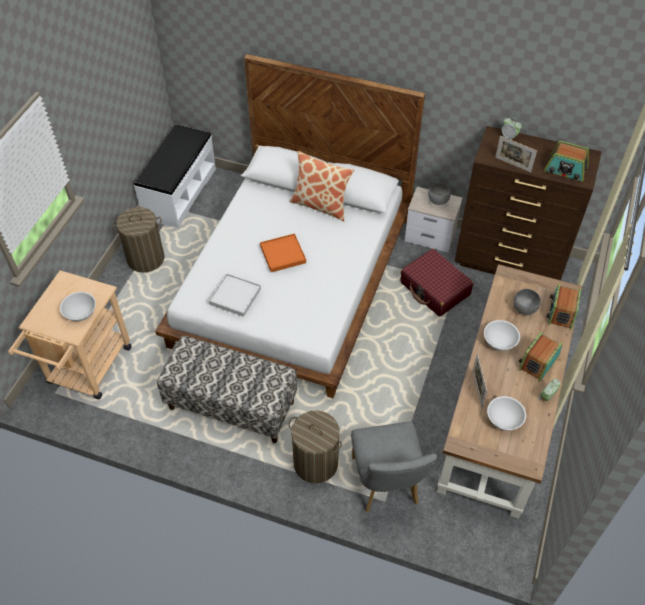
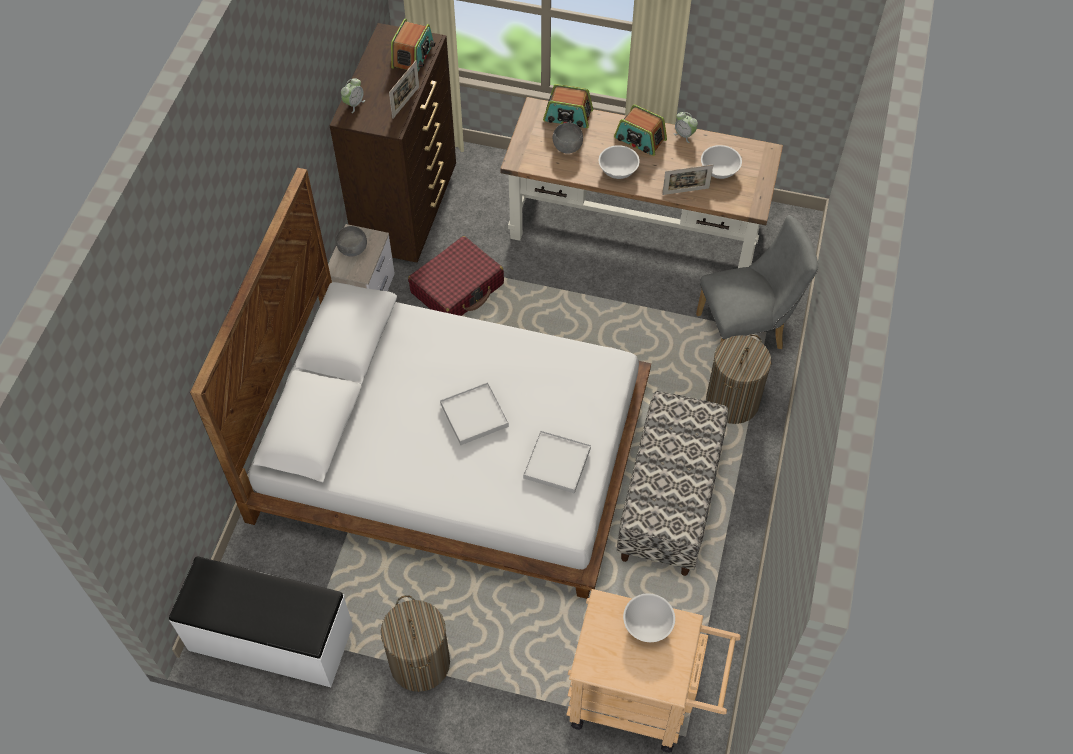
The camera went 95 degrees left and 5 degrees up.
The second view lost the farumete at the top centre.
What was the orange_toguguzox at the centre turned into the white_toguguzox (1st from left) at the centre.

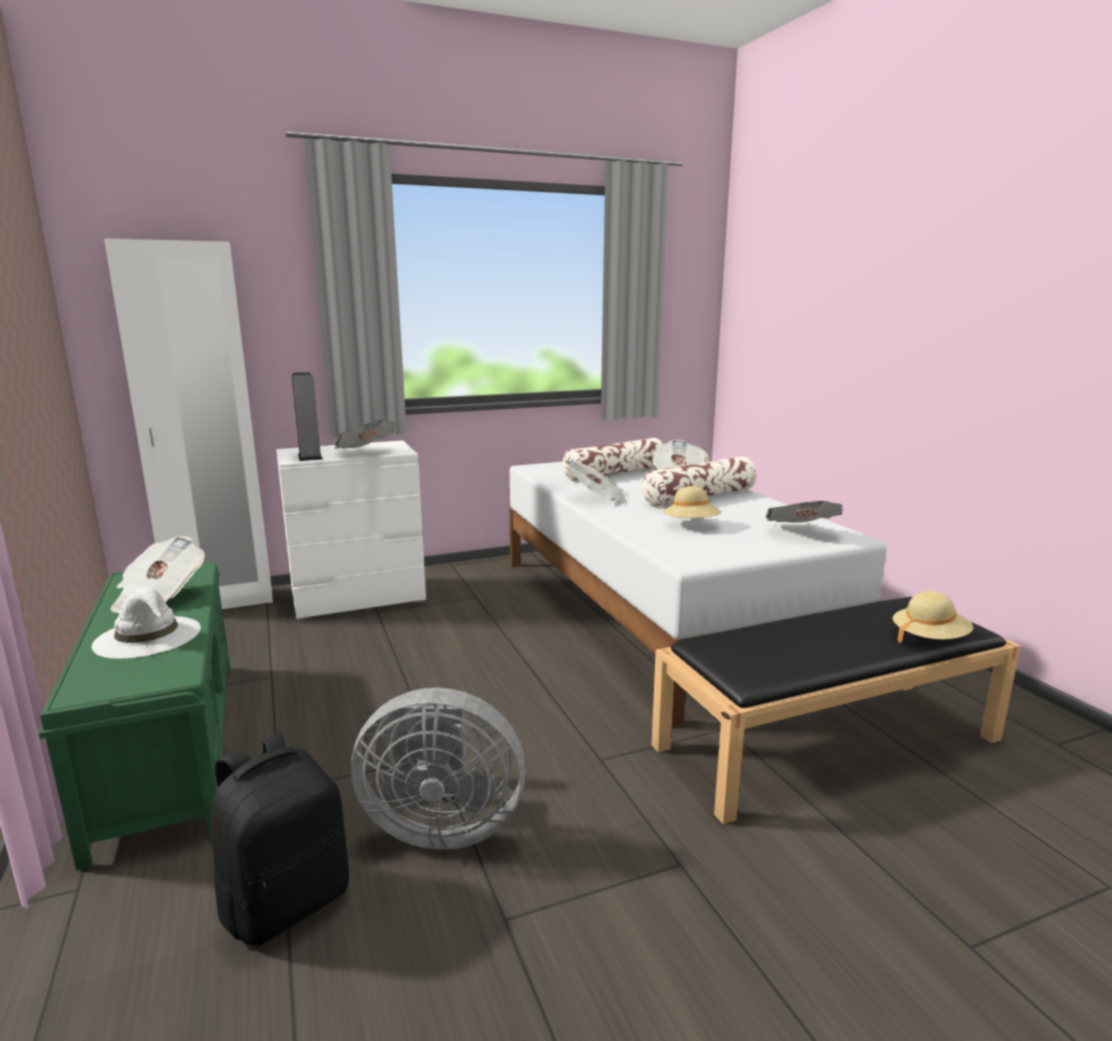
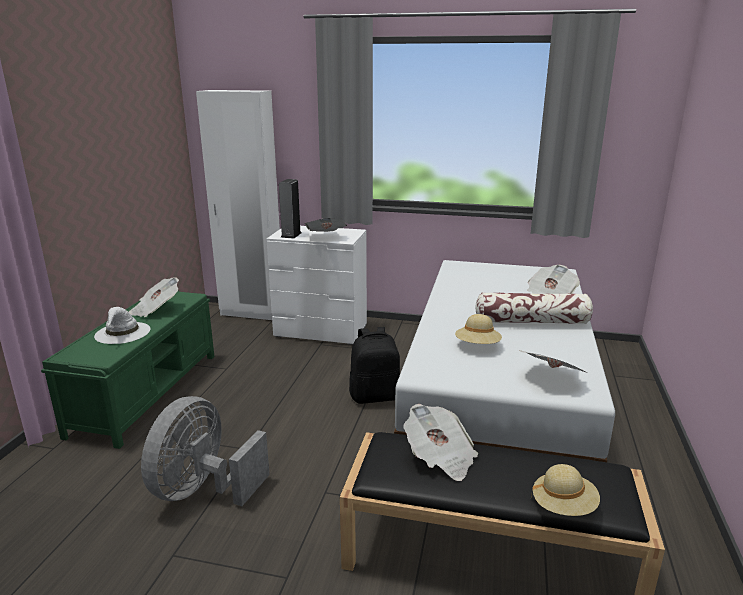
The camera went 35 degrees right and 5 degrees up.
The second view lost the farumete (1st from left) at the centre.
The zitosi (3rd from left) ended up elsewhere, having gone from the centre to the bottom centre.
The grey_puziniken at the bottom centre ended up facing another way, 75 degrees clockwise from before.
The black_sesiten ended up elsewhere, having gone from the bottom left to the centre.

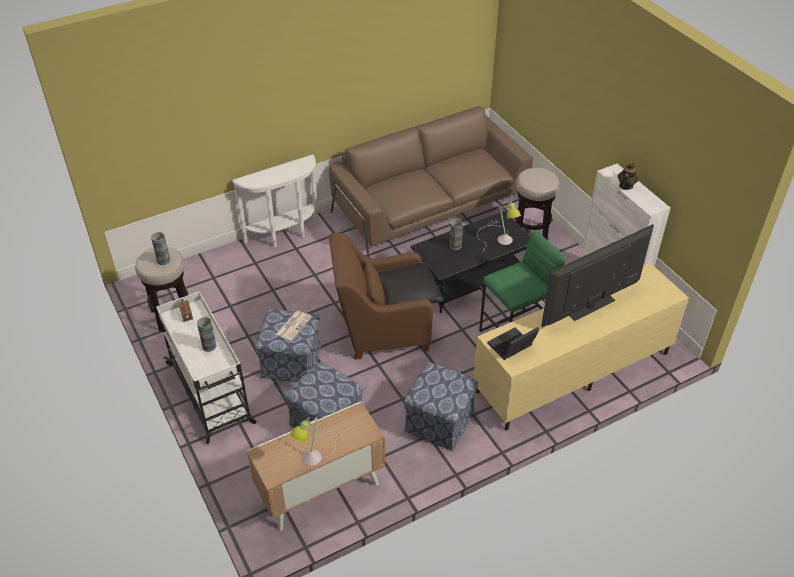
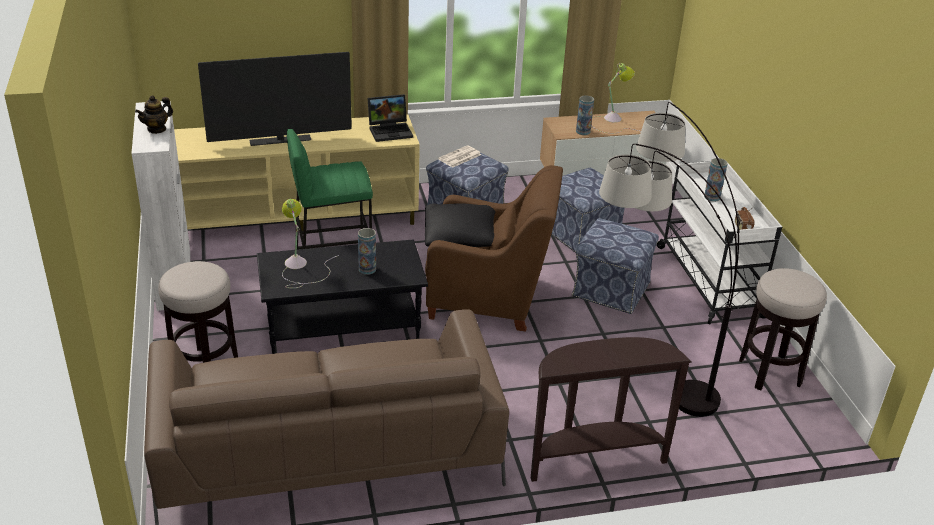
The camera went 165 degrees left and 10 degrees down.
What was the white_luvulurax at the centre turned into the brown_luvulurax at the bottom centre.
The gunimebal (1st from left in the first image) ended up elsewhere, having gone from the middle left to the top centre.
The zitosi ended up elsewhere, having gone from the centre to the top centre.
The second view gained the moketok at the middle right.

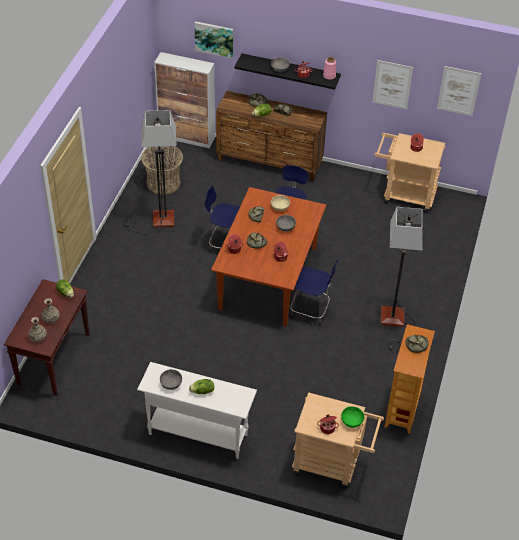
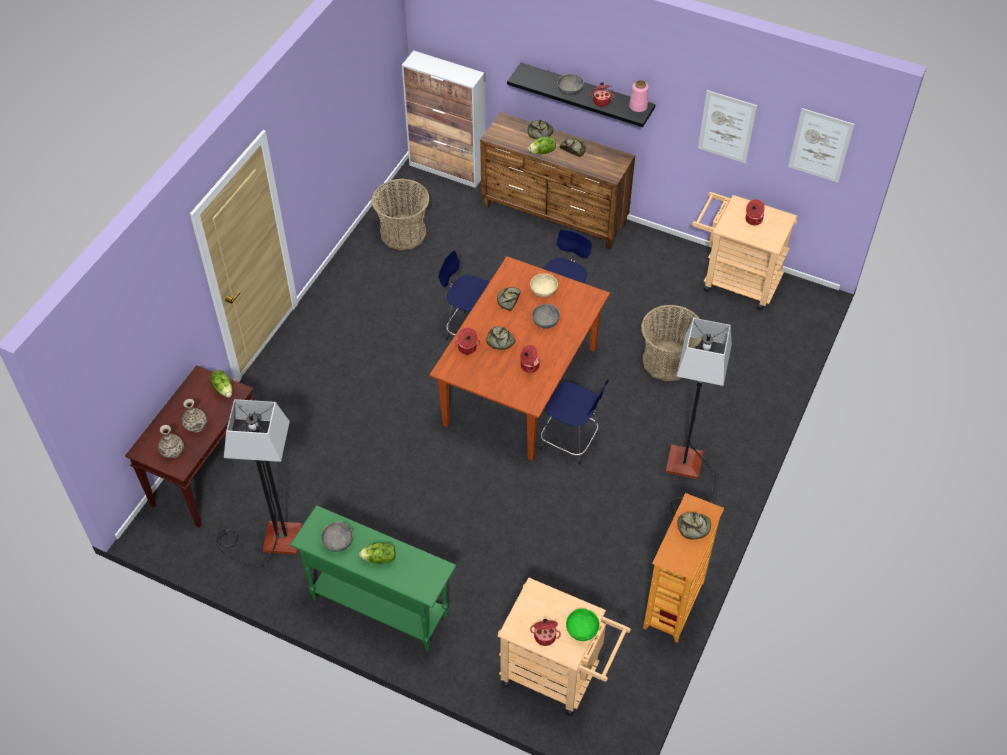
The camera went 10 degrees right and 5 degrees up.
The second view lost the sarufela (1st from left) at the top centre.
The moketok (1st from left) ended up elsewhere, having gone from the top left to the middle left.
What was the white_luvulurax at the bottom centre turned into the green_luvulurax at the bottom centre.
The second view gained the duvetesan (2nd from left) at the centre.

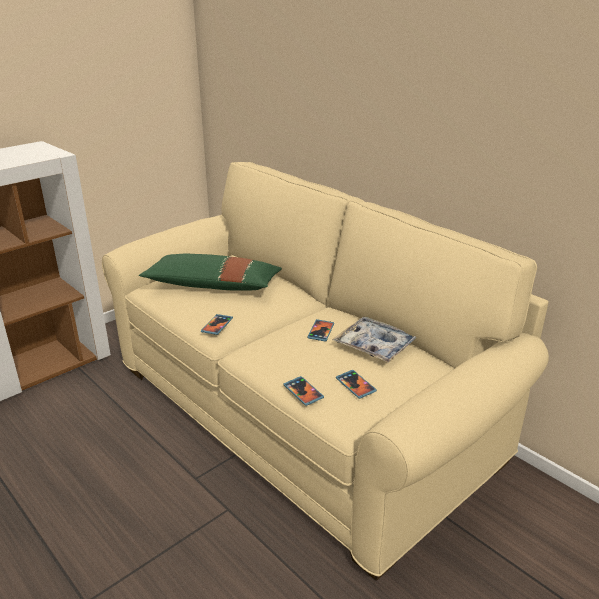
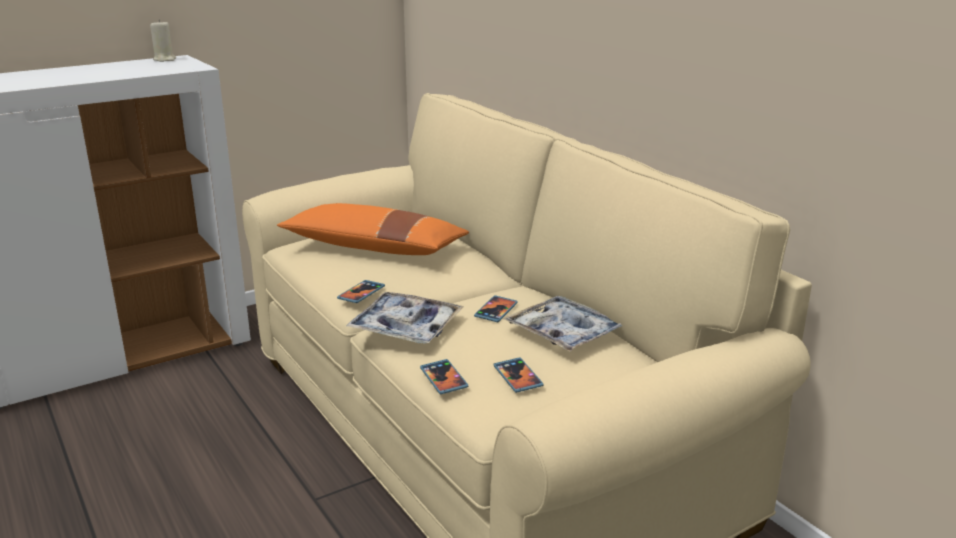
The camera went 10 degrees right and 5 degrees down.
What was the green_farumete at the centre turned into the orange_farumete at the centre.
The second view gained the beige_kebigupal at the top left.
The second view gained the toguguzox (1st from left) at the centre.

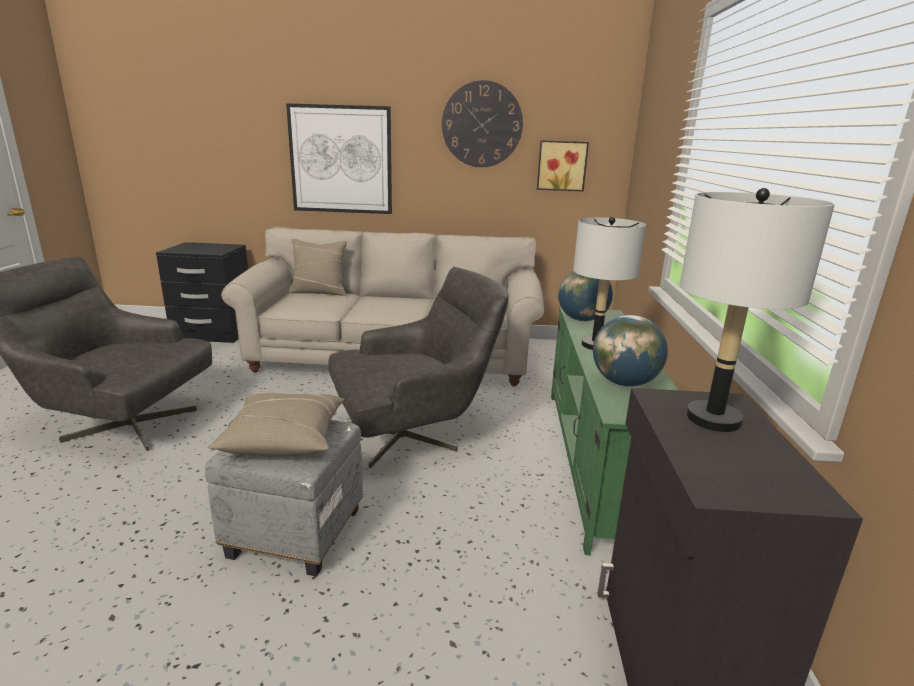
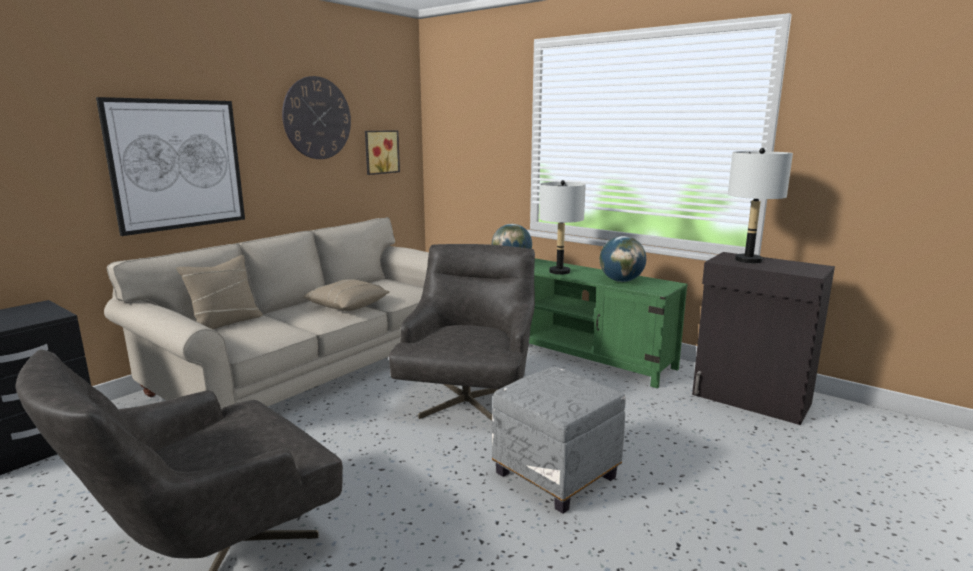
The camera went 55 degrees left and 5 degrees down.
The beige_farumete (1st from left in the first image) ended up elsewhere, having gone from the middle left to the centre.

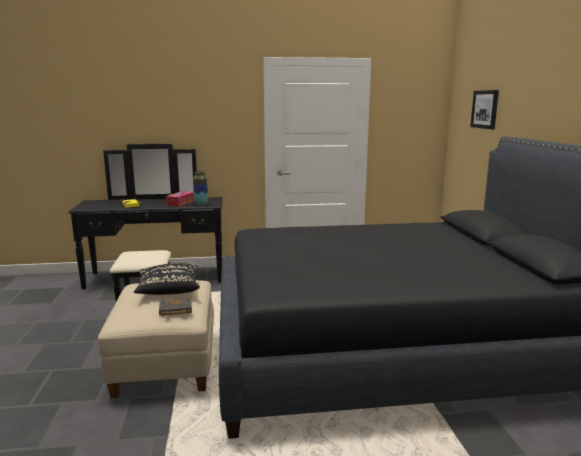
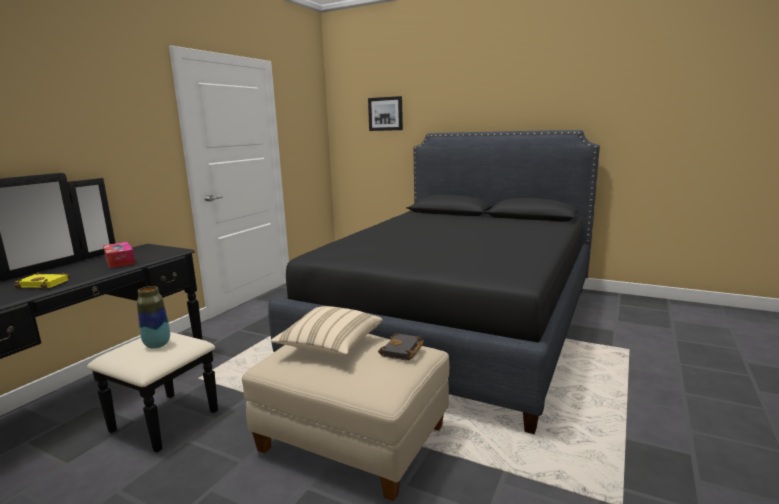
The camera went 55 degrees left and 0 degrees up.
The gunimebal ended up elsewhere, having gone from the centre to the middle left.
What was the black_farumete at the middle left turned into the beige_farumete at the centre.

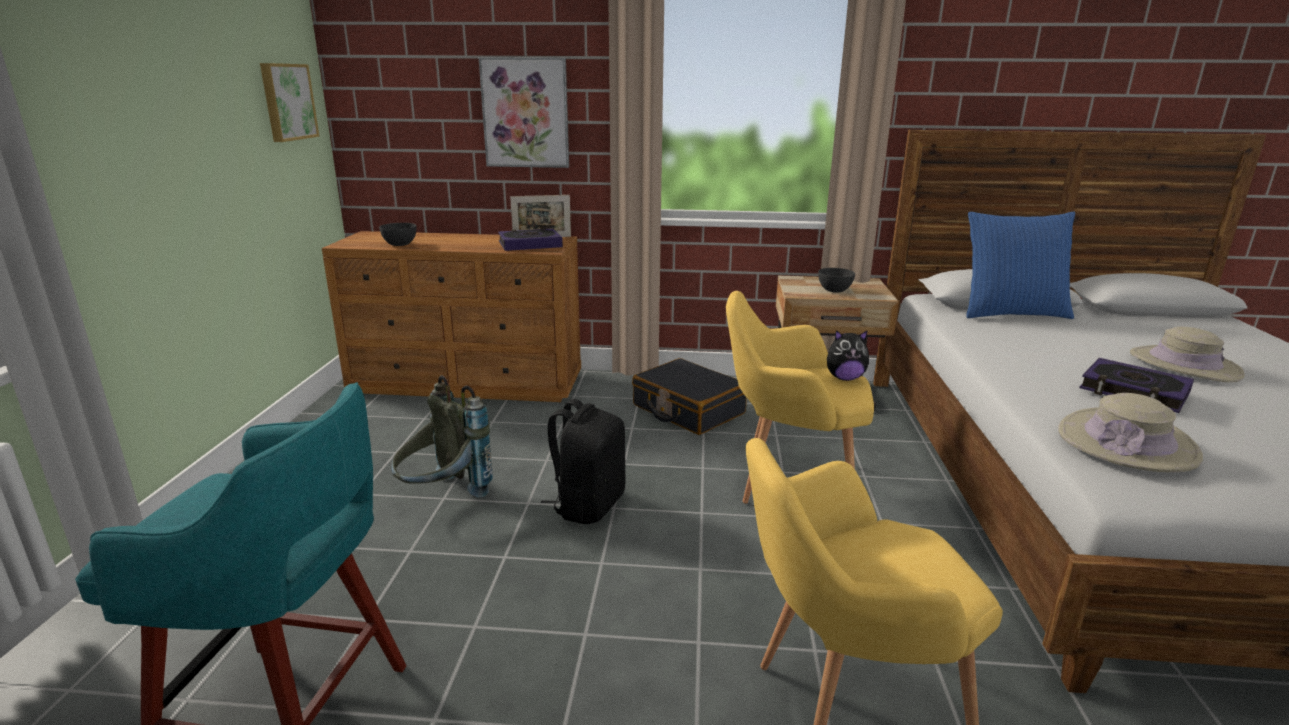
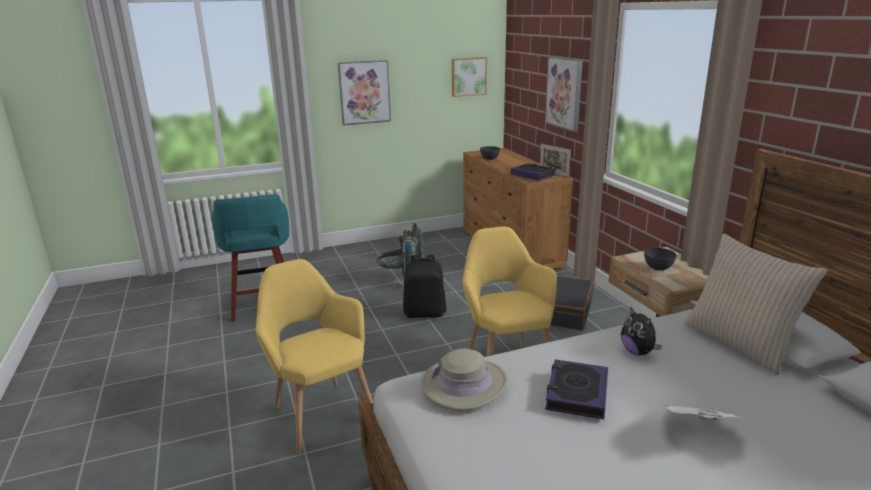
The camera went 65 degrees right and 0 degrees up.
What was the blue_farumete at the middle right turned into the beige_farumete at the middle right.
Where the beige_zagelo (2nd from left) stood at the middle right, the zitosi came to stand at the bottom right.
The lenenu ended up elsewhere, having gone from the centre to the bottom right.
The second view gained the sarufela (1st from left) at the top centre.

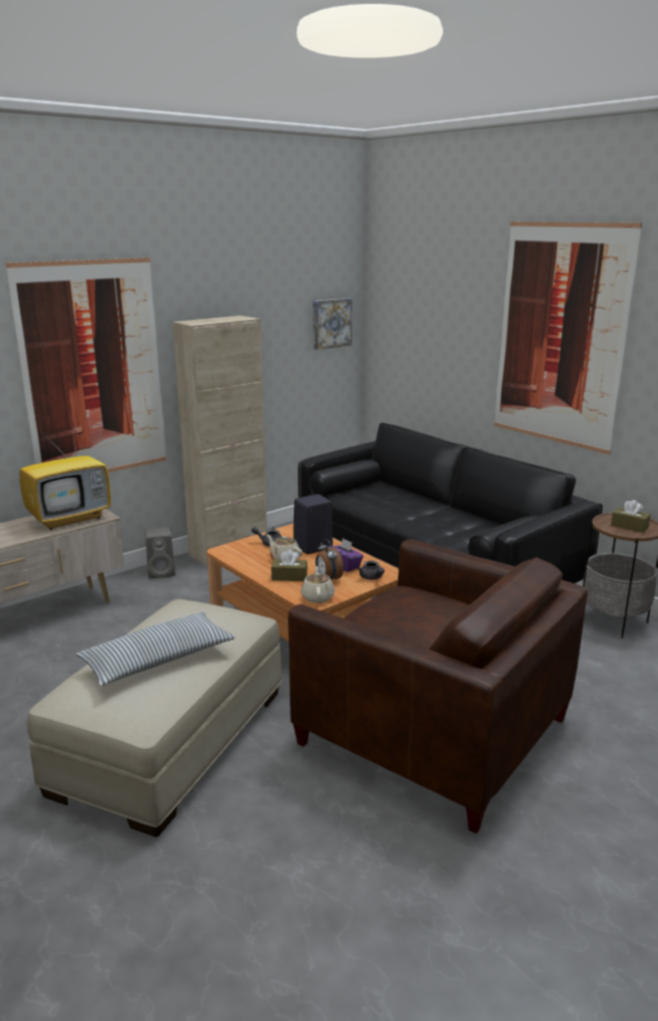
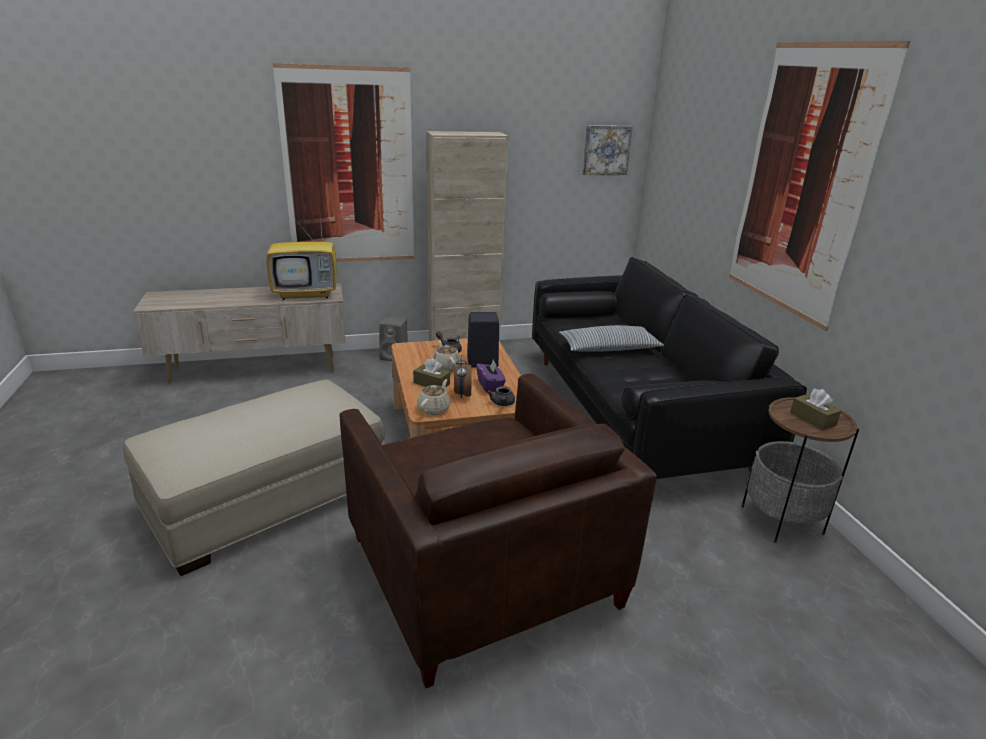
The camera went 25 degrees right and 5 degrees up.
The farumete ended up elsewhere, having gone from the middle left to the centre.

